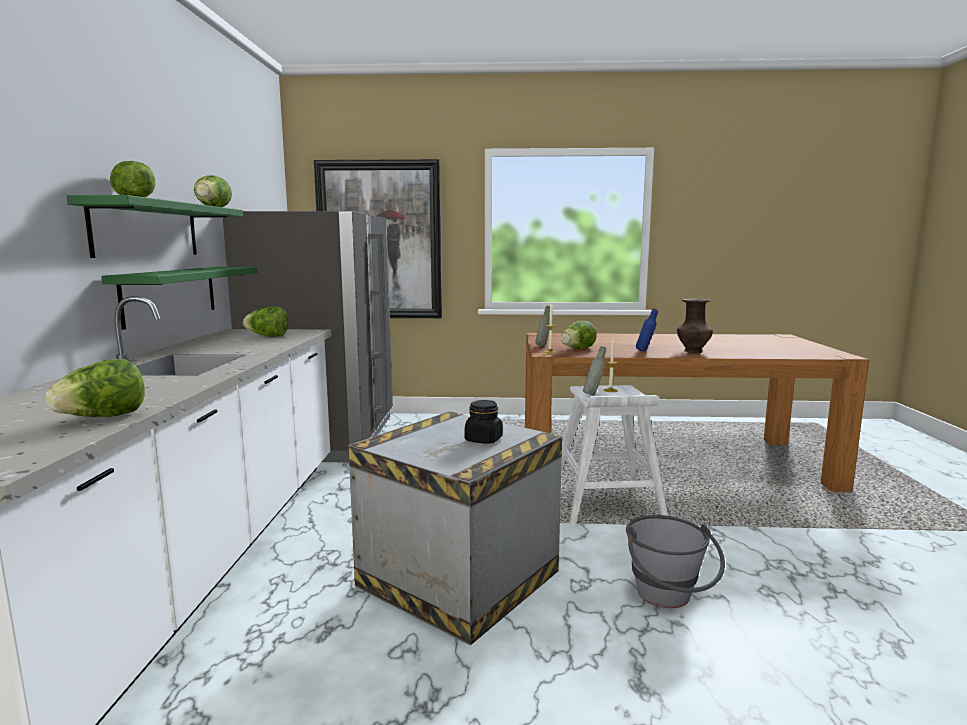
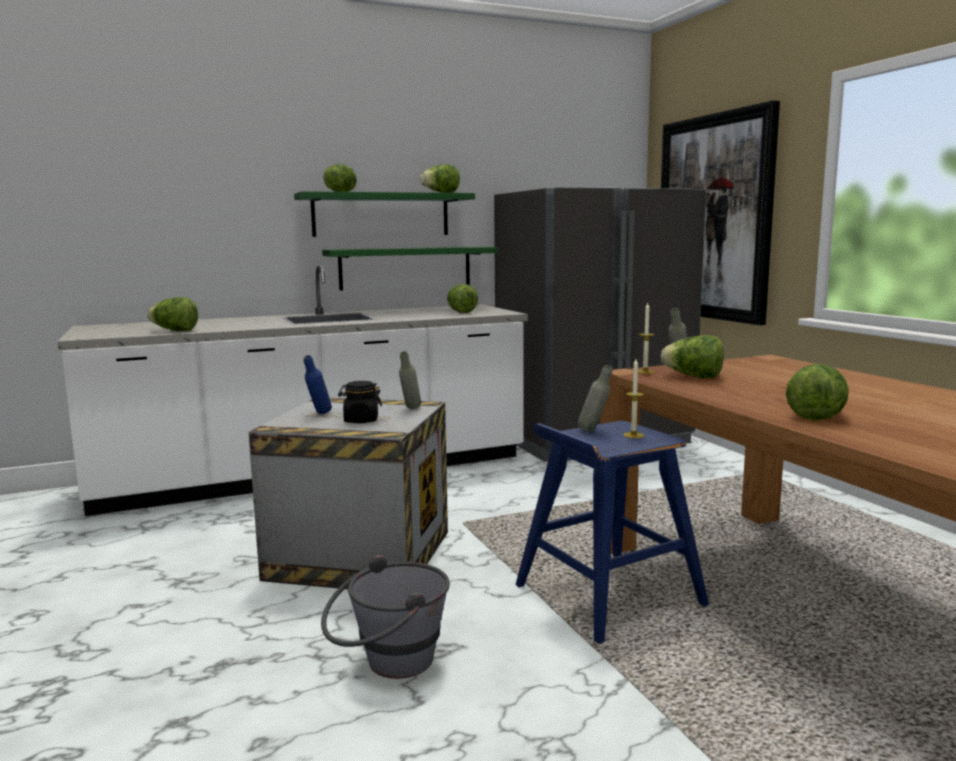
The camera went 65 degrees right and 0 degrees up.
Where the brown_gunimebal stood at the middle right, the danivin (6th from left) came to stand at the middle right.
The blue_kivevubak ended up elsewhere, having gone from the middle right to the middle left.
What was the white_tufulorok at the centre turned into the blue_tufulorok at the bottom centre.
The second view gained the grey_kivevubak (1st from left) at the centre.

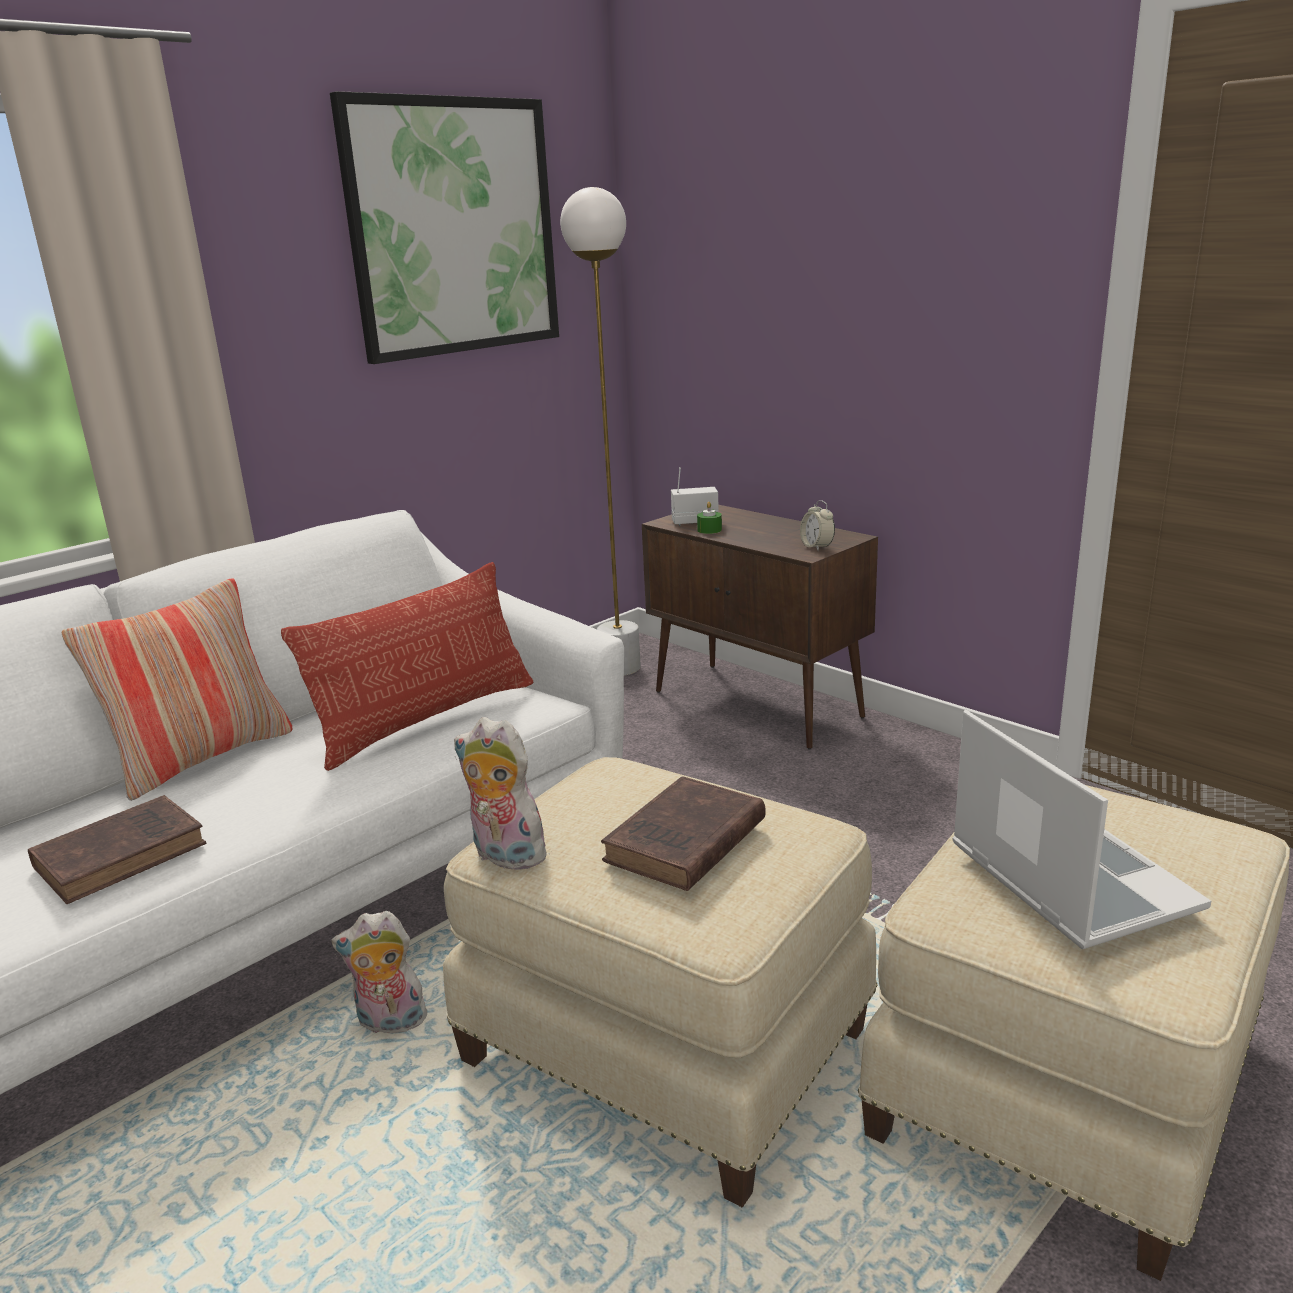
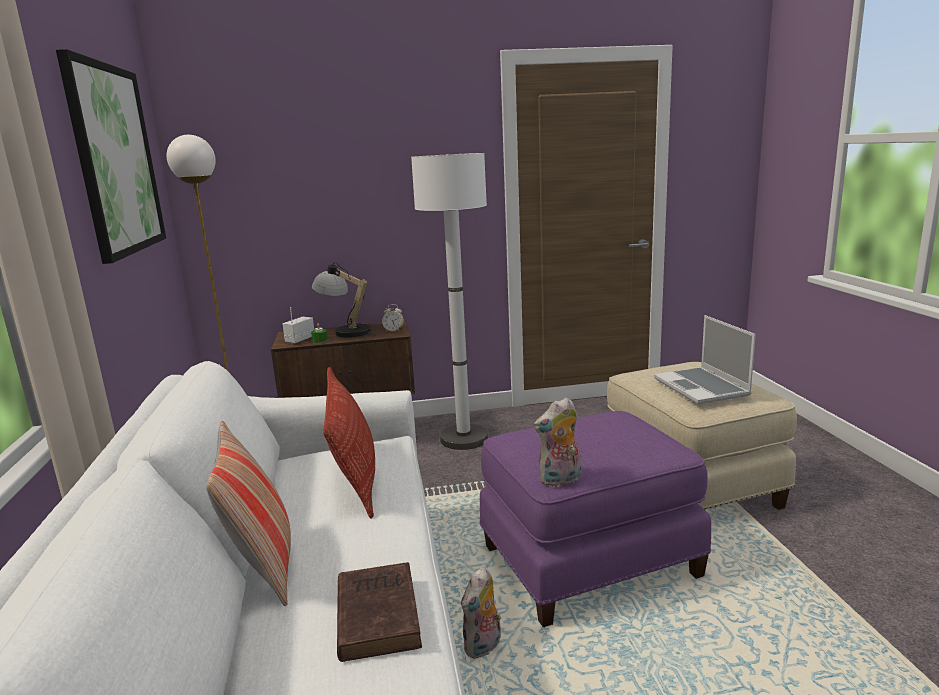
The camera went 55 degrees left and 5 degrees down.
The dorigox at the middle right ended up facing another way, 120 degrees counterclockwise from before.
What was the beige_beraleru (1st from left) at the bottom centre turned into the purple_beraleru at the bottom centre.
The second view lost the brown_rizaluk (2nd from left) at the centre.
The second view gained the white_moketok (2nd from left) at the centre.
The second view gained the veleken at the centre.

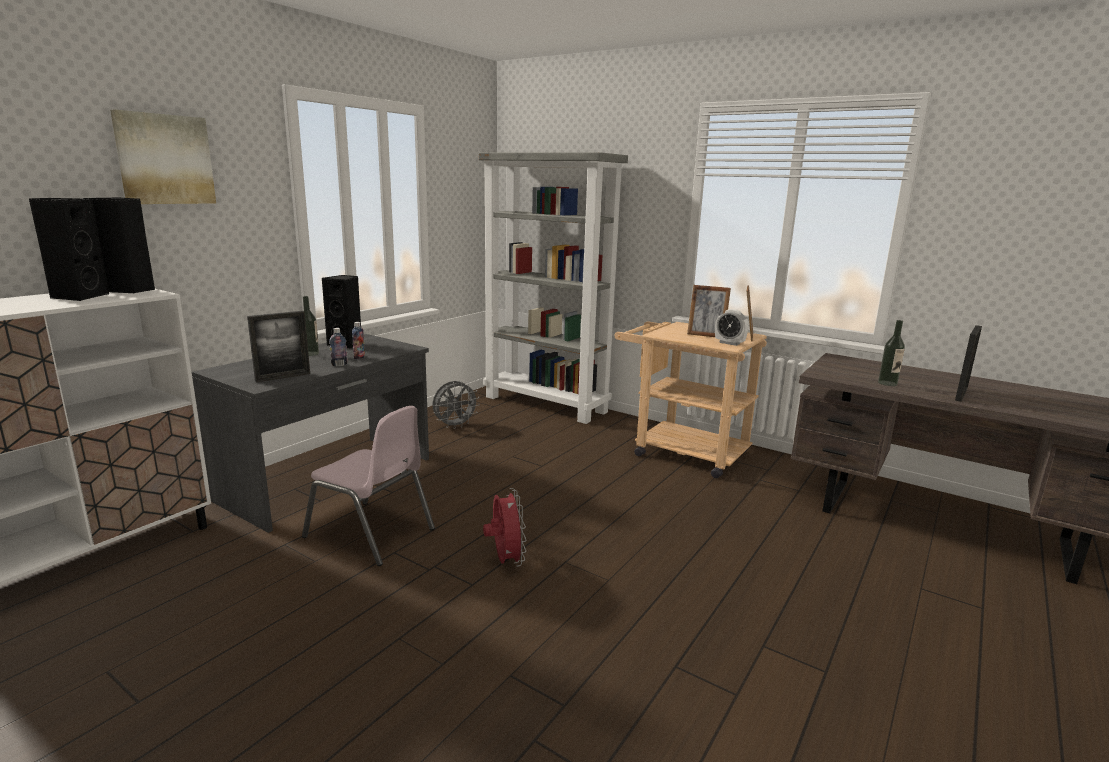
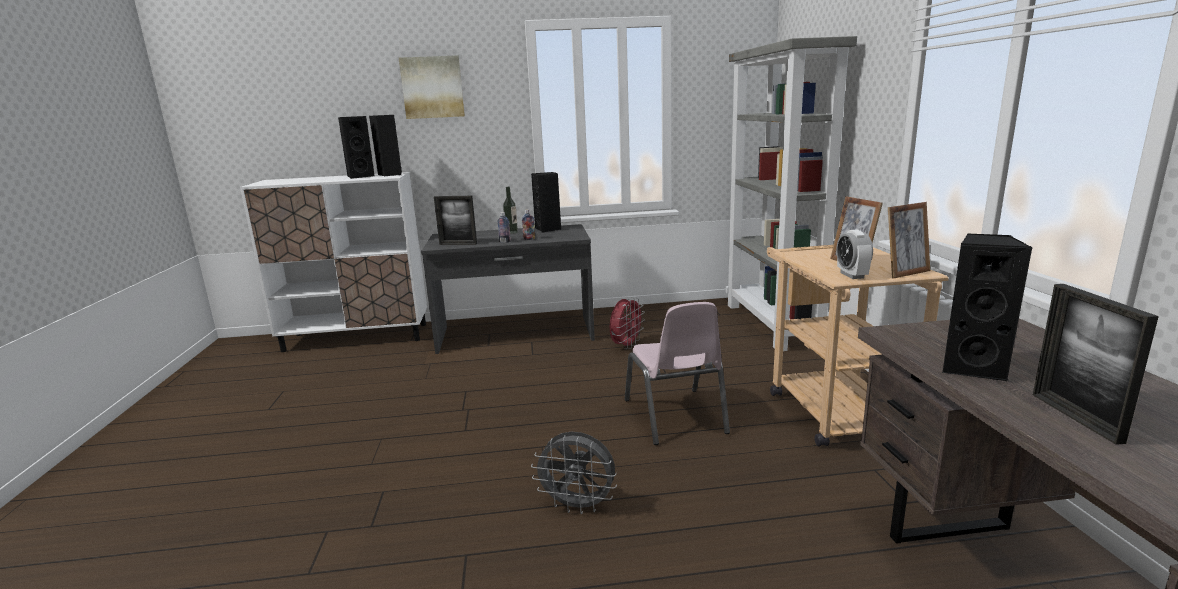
The camera went 50 degrees right and 0 degrees up.
Where the kivevubak (4th from left) stood at the middle right, the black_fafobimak (4th from left) came to stand at the middle right.
The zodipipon (4th from left) at the middle right ended up facing another way, 90 degrees clockwise from before.
The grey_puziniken ended up elsewhere, having gone from the centre to the bottom centre.
The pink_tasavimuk ended up elsewhere, having gone from the middle left to the centre.
The red_puziniken ended up elsewhere, having gone from the bottom centre to the centre.

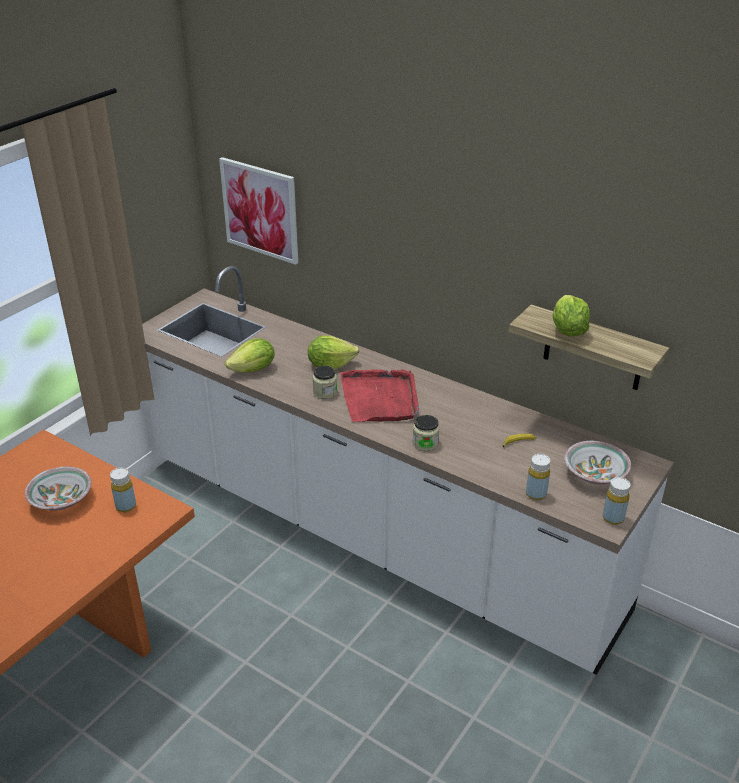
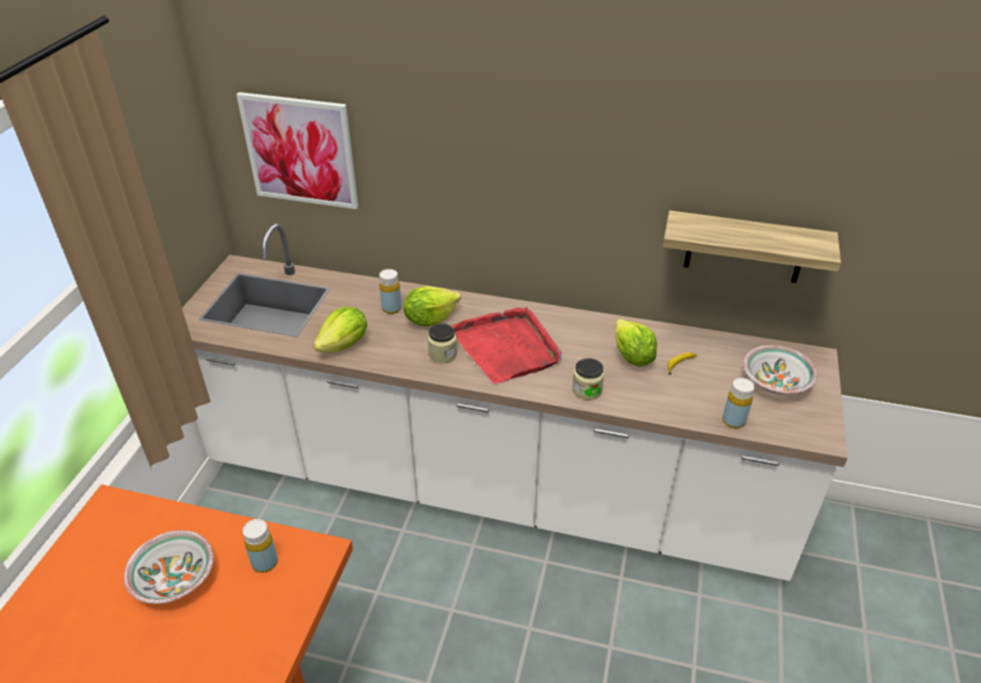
The camera went 20 degrees left and 5 degrees up.
The danivin (3rd from left) ended up elsewhere, having gone from the middle right to the centre.
The yellow_kivevubak (3rd from left in the first image) ended up elsewhere, having gone from the middle right to the centre.

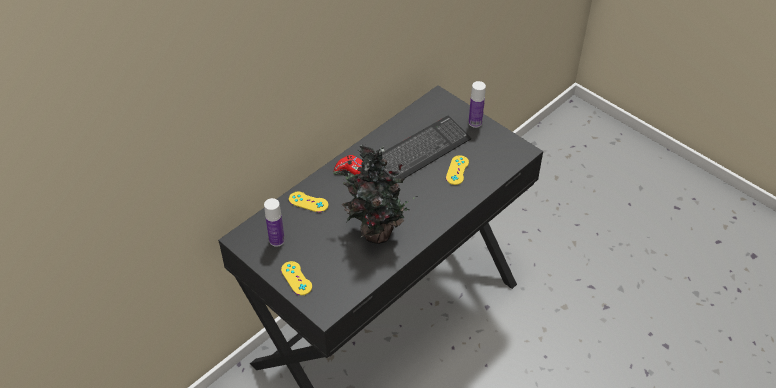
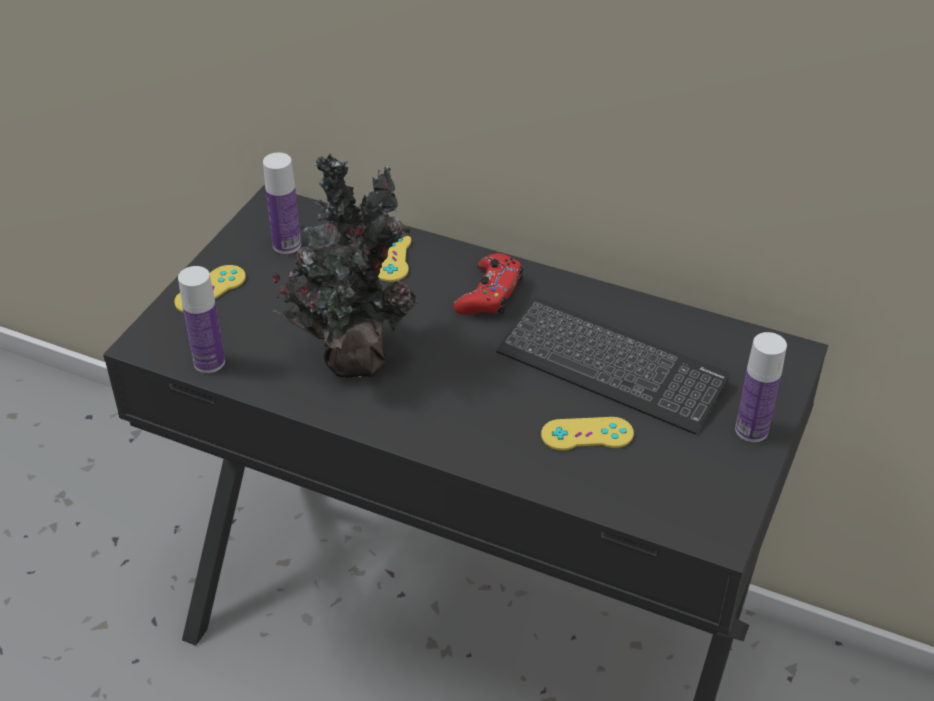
The camera went 70 degrees right and 5 degrees down.
The second view gained the kivevubak (1st from left) at the middle left.

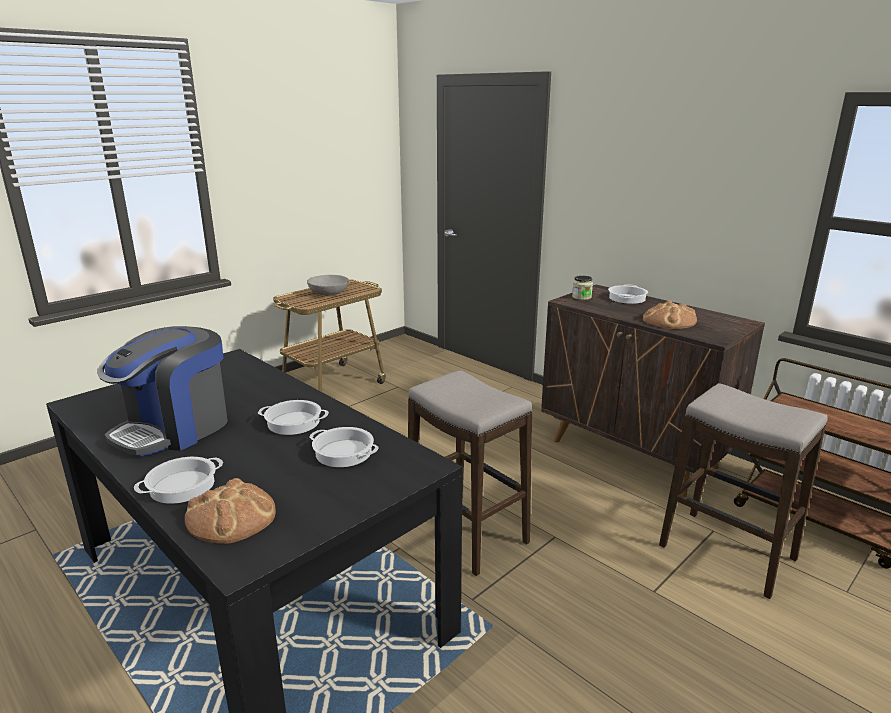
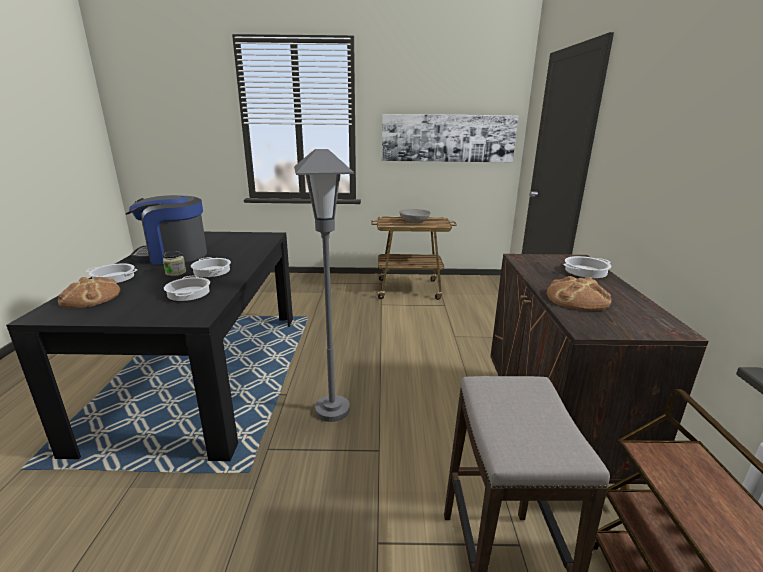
The camera went 45 degrees right and 0 degrees up.
The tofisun ended up elsewhere, having gone from the centre to the middle left.
Where the tufulorok (1st from left) stood at the centre, the grey_moketok came to stand at the centre.
The second view gained the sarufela at the top centre.

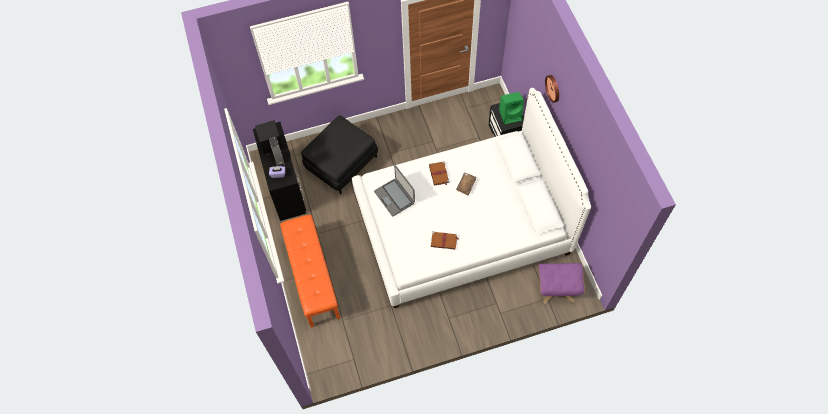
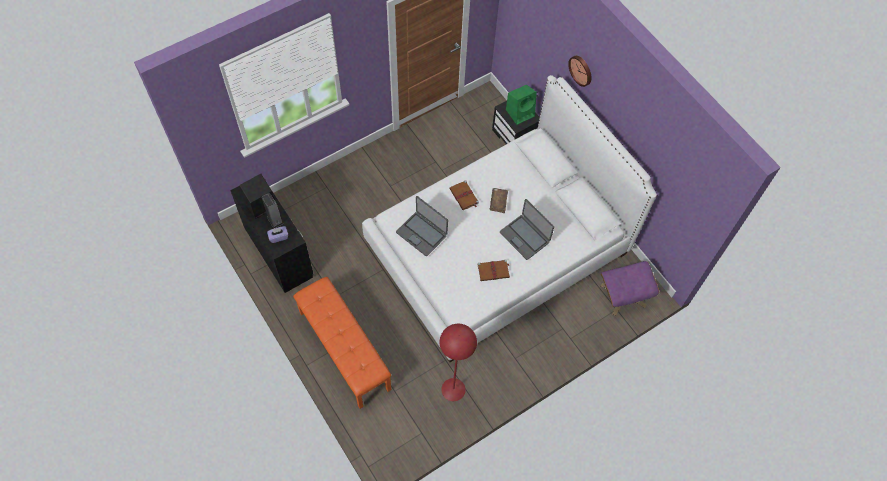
The camera went 20 degrees left and 0 degrees up.
The second view lost the black_beraleru at the centre.
The second view gained the dorigox (2nd from left) at the centre.
The second view gained the red_moketok at the bottom centre.

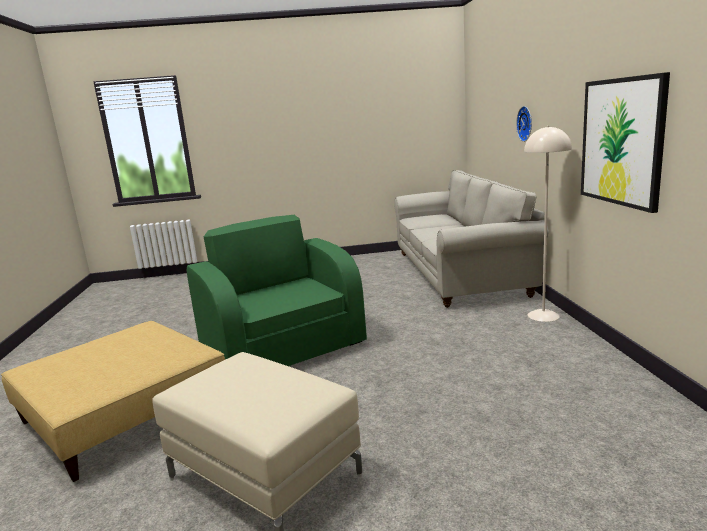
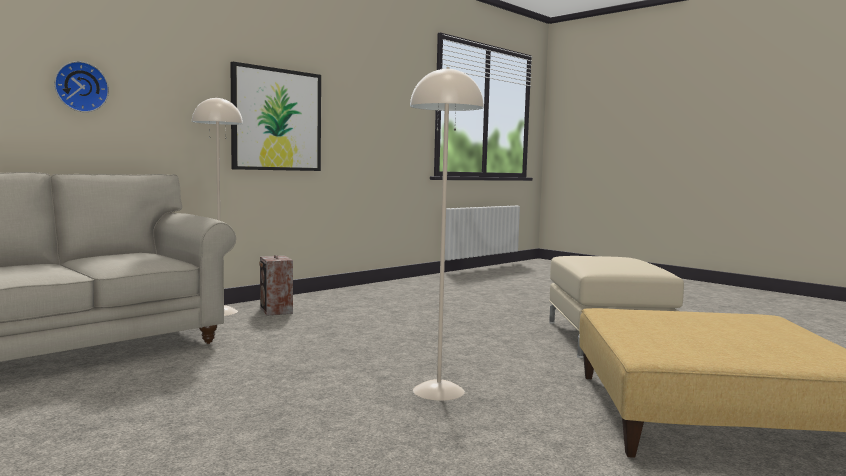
The camera went 130 degrees left and 10 degrees down.
Where the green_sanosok stood at the centre, the beige_moketok (2nd from left) came to stand at the centre.
The second view gained the fafobimak at the middle left.

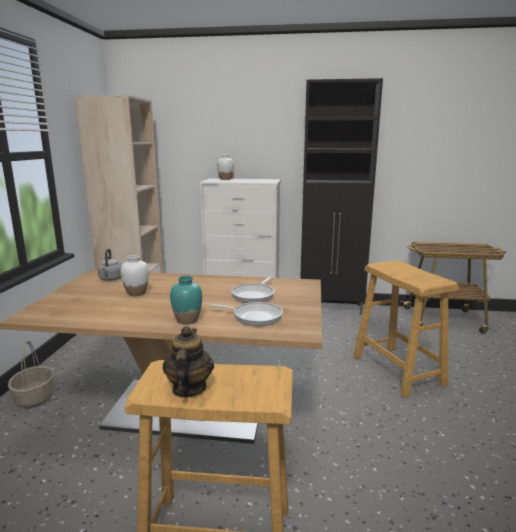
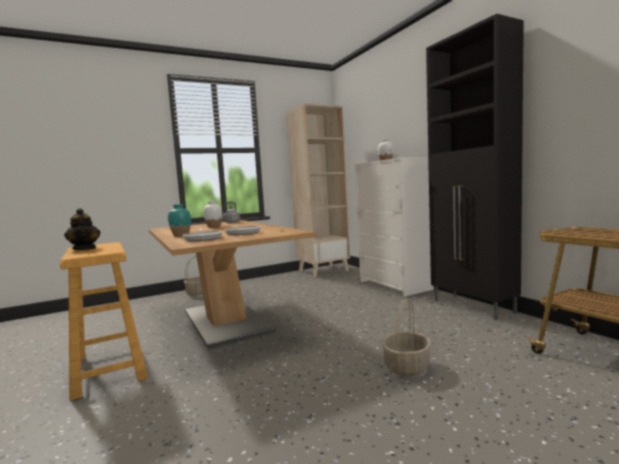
The camera went 55 degrees right and 10 degrees down.
Where the beige_tufulorok (2nd from left) stood at the middle right, the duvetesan (2nd from left) came to stand at the bottom centre.
The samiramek at the bottom centre ended up facing another way, 90 degrees clockwise from before.

